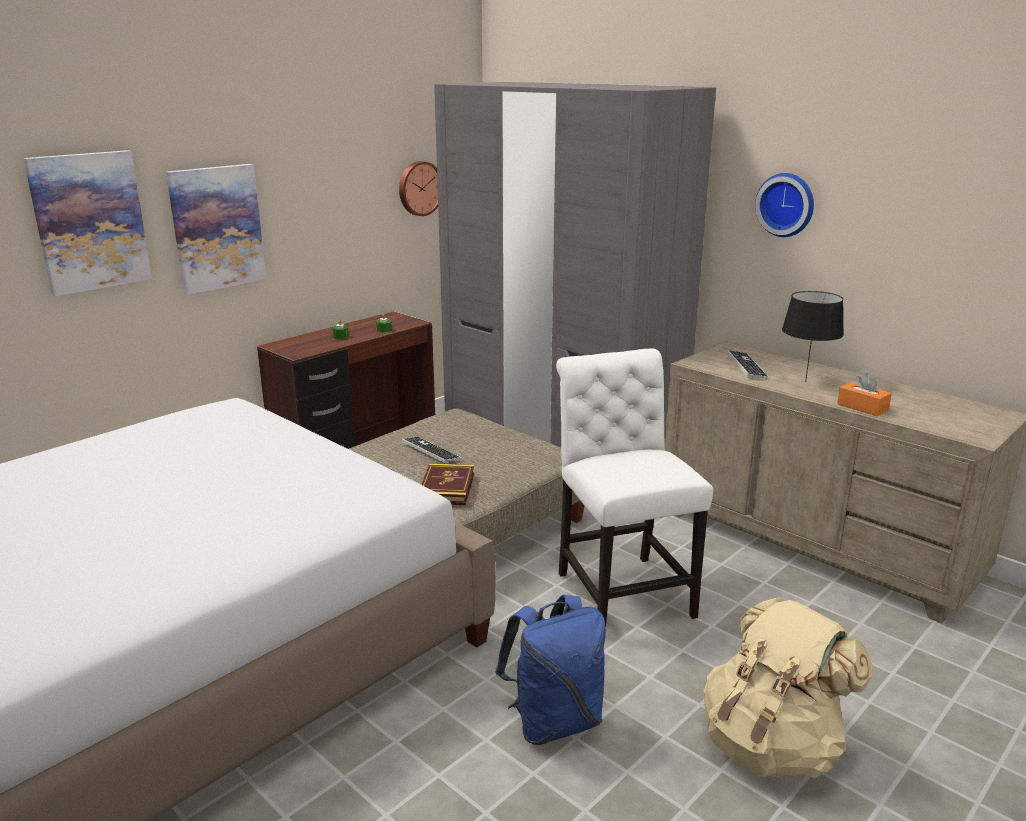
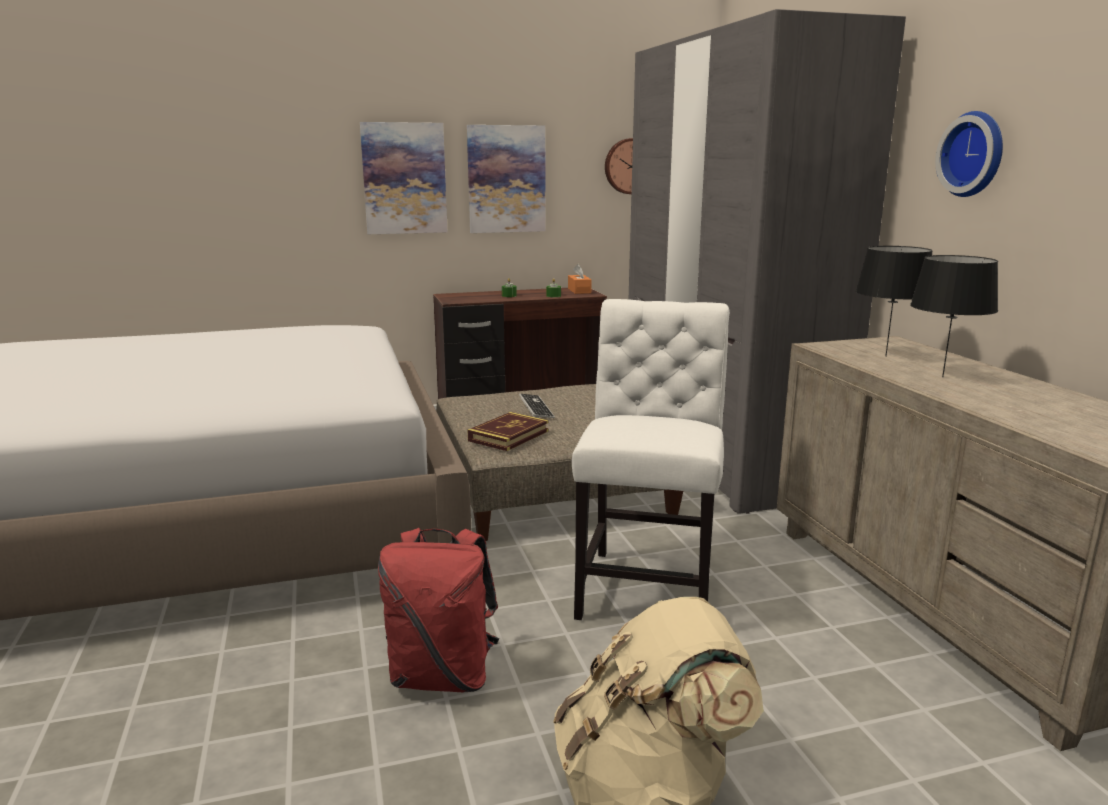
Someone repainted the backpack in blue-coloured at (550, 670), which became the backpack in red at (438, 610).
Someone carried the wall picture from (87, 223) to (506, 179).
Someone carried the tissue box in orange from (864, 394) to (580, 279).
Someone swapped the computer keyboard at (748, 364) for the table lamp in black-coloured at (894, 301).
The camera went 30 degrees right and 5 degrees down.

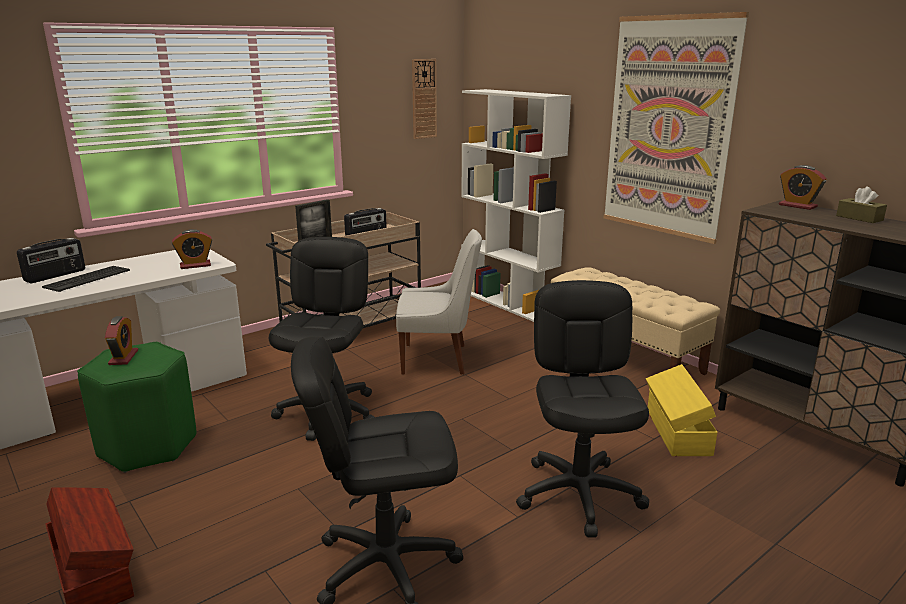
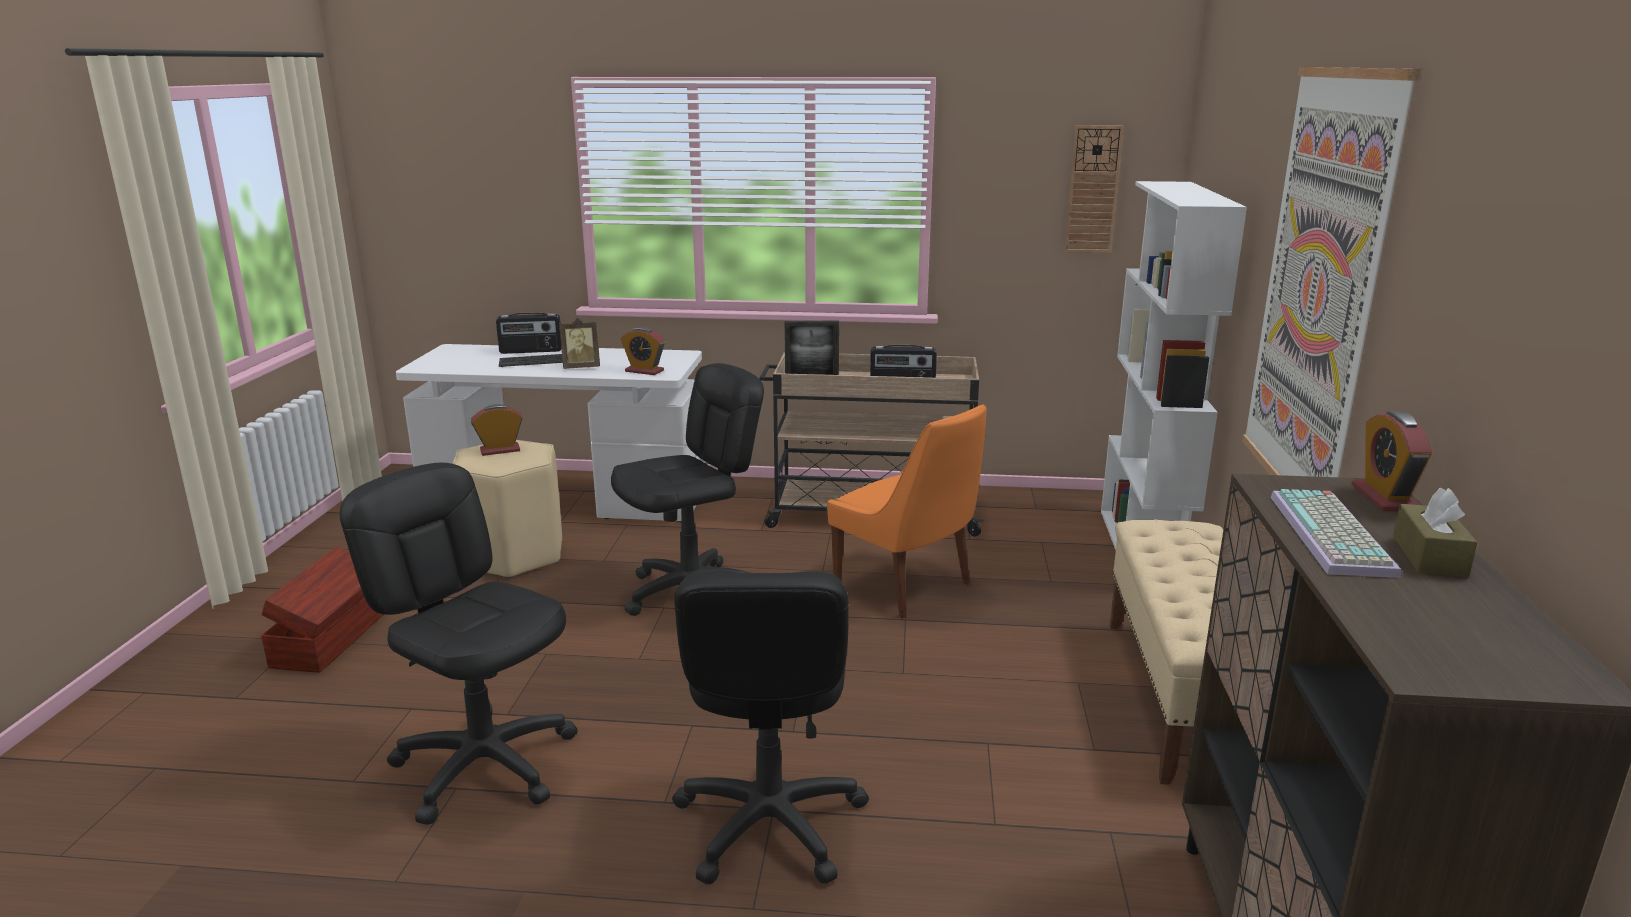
Someone repainted the stool in green at (136, 407), which became the stool in beige-coloured at (507, 509).
Someone rotated the bedside clock at (121, 340) by 150 degrees counterclockwise.
Someone put down the photo frame at (579, 343).
Someone rotated the office chair in black-coloured at (582, 409) by 135 degrees clockwise.
Someone repainted the chair in white-coloured at (439, 302), which became the chair in orange at (907, 511).
Someone put down the computer keyboard at (1335, 533).
Someone took away the storage box in yellow at (681, 410).
The camera went 45 degrees right and 0 degrees up.

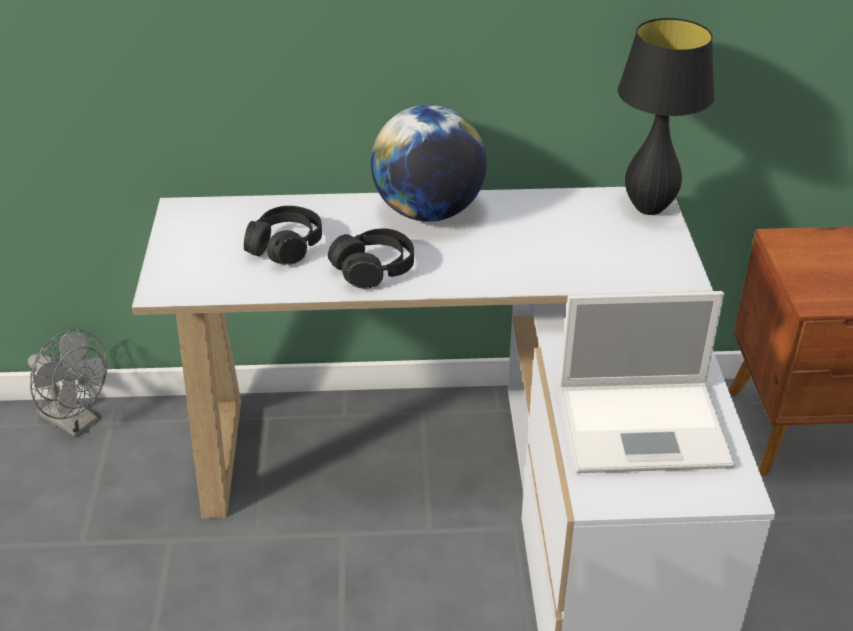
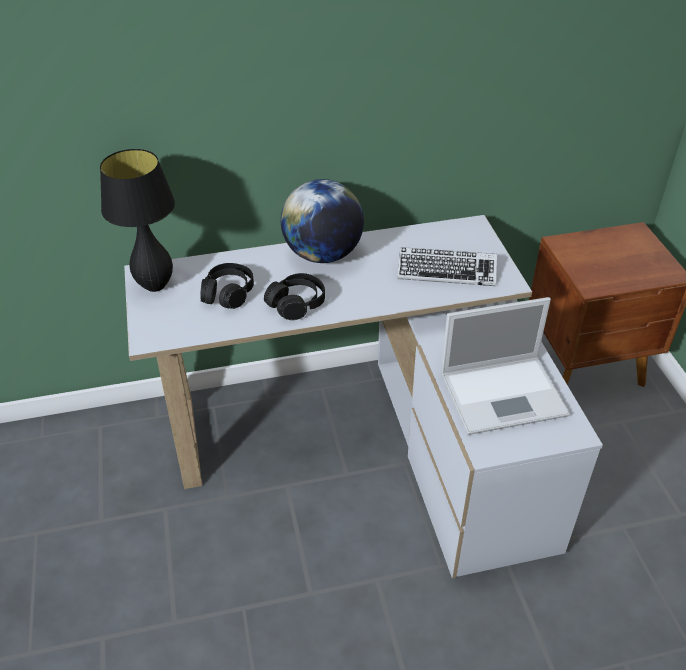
Someone carried the table lamp in black-coloured from (666, 116) to (137, 220).
Someone put down the computer keyboard at (447, 266).
Someone took away the electric fan in grey at (67, 383).
The camera went 10 degrees left and 5 degrees up.

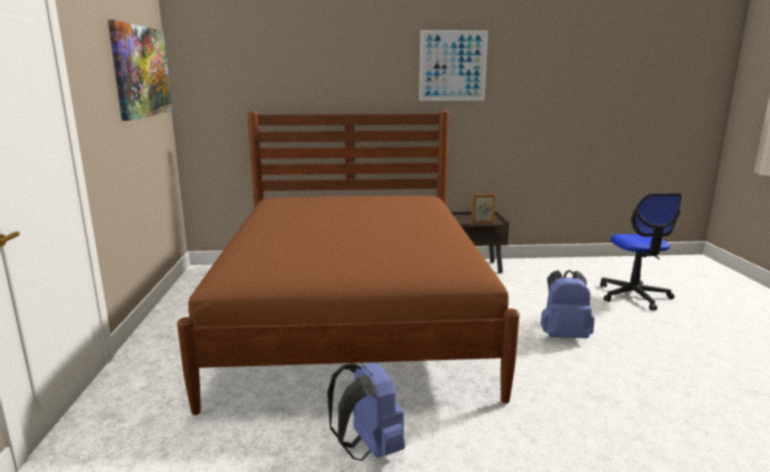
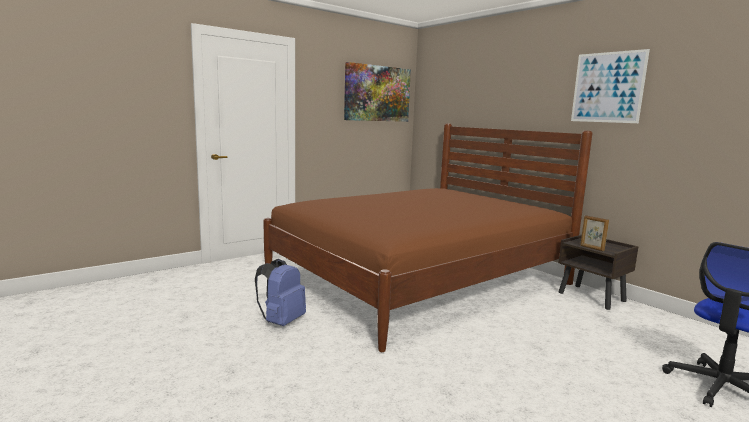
Someone took away the backpack in blue-coloured at (568, 304).
The camera went 55 degrees right and 5 degrees down.

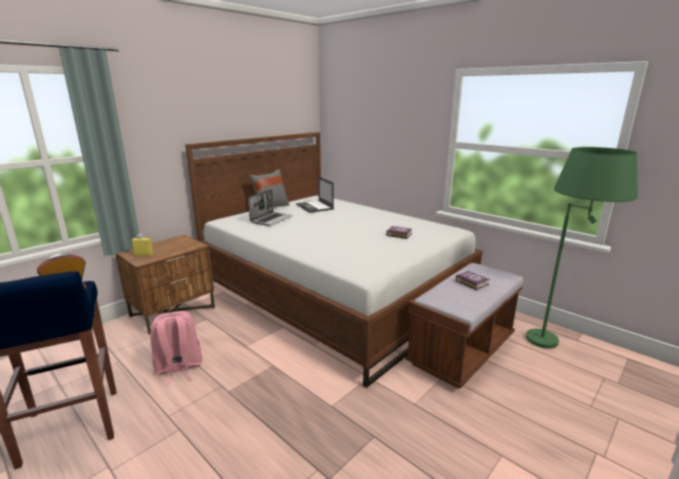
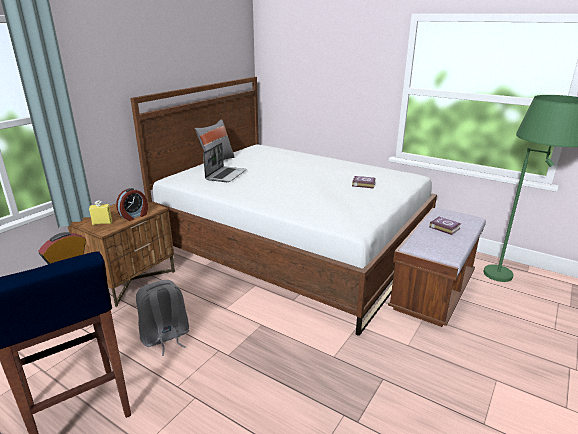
Someone put down the bedside clock at (132, 204).
Someone repainted the backpack in pink at (176, 348), which became the backpack in grey at (162, 318).
Someone took away the notebook computer at (315, 194).
The camera went 10 degrees left and 5 degrees up.

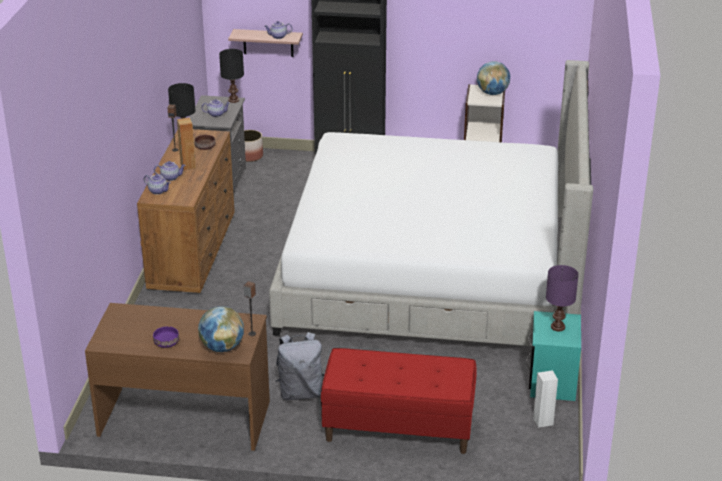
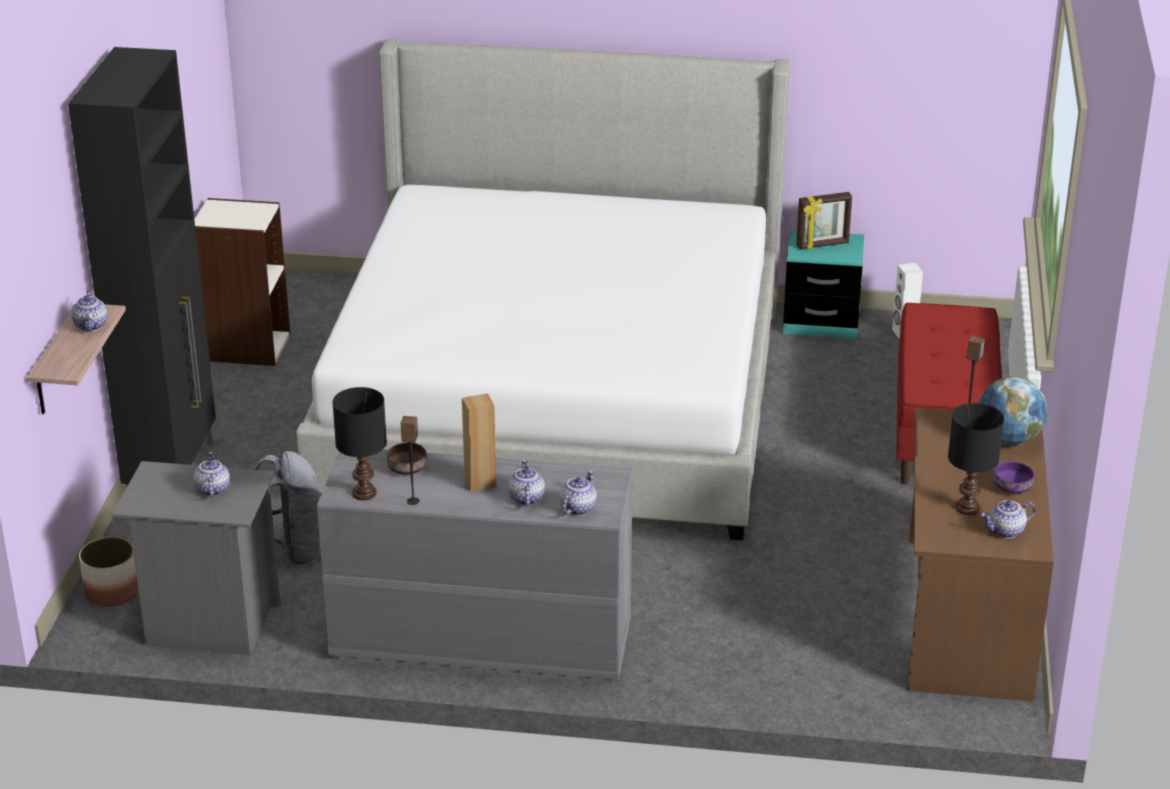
Someone carried the backpack in grey from (300, 366) to (287, 508).
Someone repainted the dresser in brownish at (186, 211), which became the dresser in grey at (475, 566).
Someone swapped the table lamp in purplish at (562, 298) for the photo frame at (824, 220).
Someone carried the table lamp in black-coloured from (231, 76) to (976, 459).
Someone put down the tea pot at (1008, 519).
Someone took away the globe at (493, 78).
The camera went 90 degrees left and 0 degrees up.

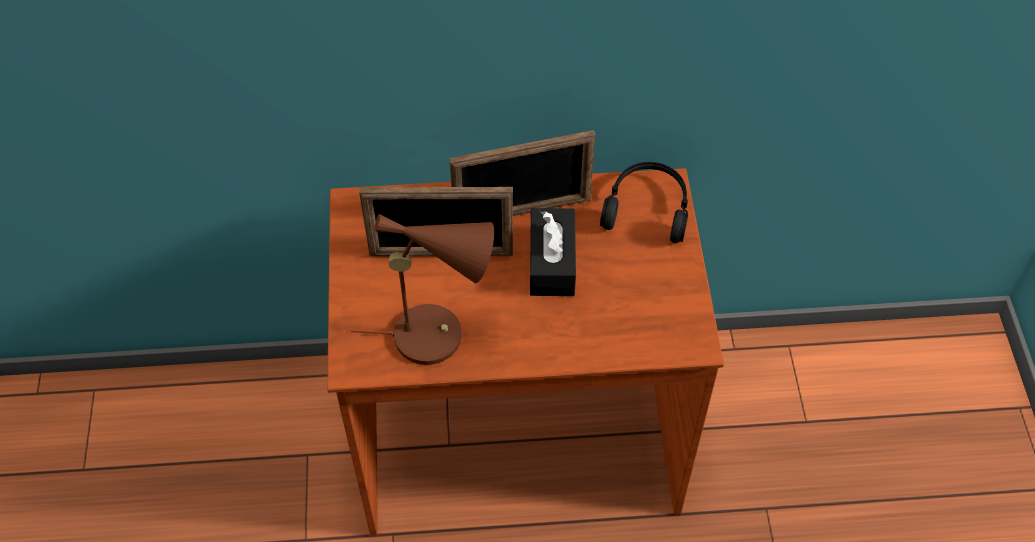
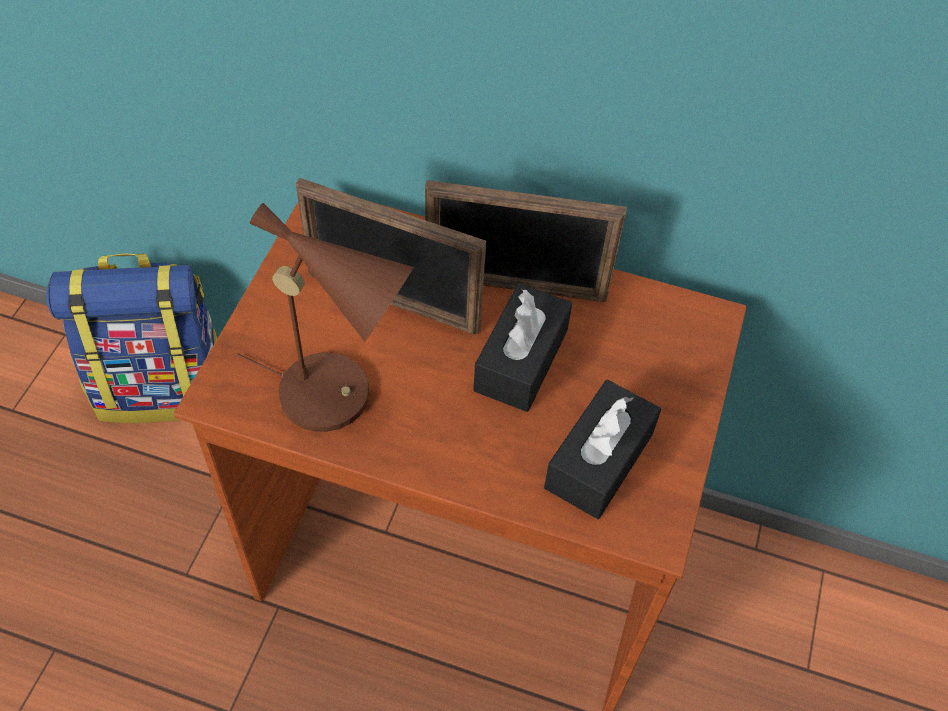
Someone put down the backpack at (131, 338).
Someone put down the tissue box in black-coloured at (602, 449).
Someone took away the headset in black-coloured at (644, 202).
The camera went 20 degrees right and 0 degrees up.

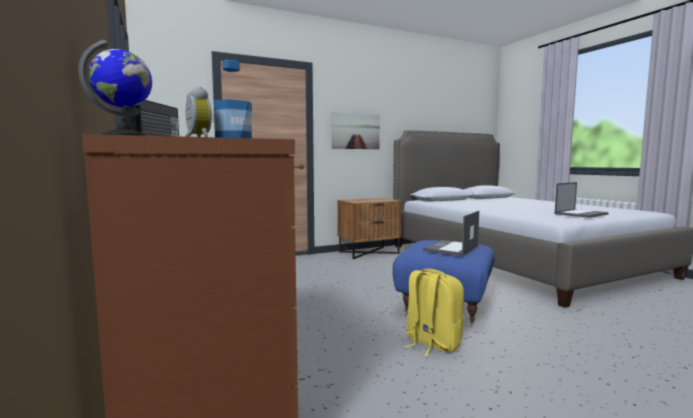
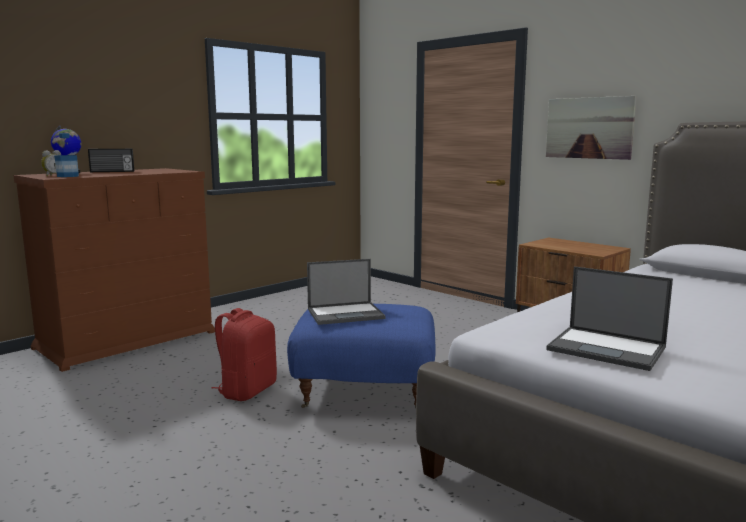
Someone repainted the backpack in yellow at (433, 313), which became the backpack in red at (244, 354).
Someone rotated the notebook computer at (451, 233) by 150 degrees clockwise.
The camera went 70 degrees right and 5 degrees up.

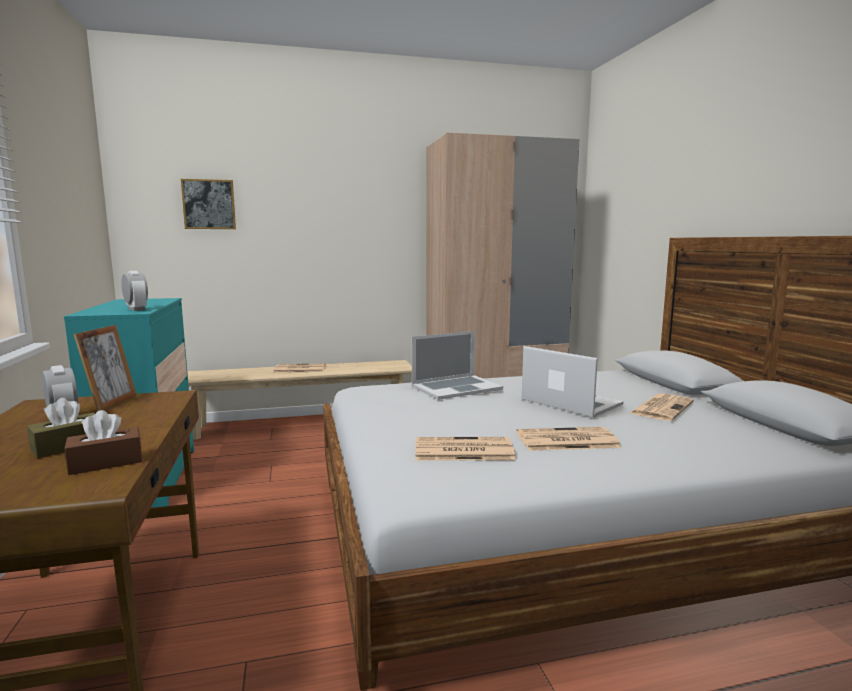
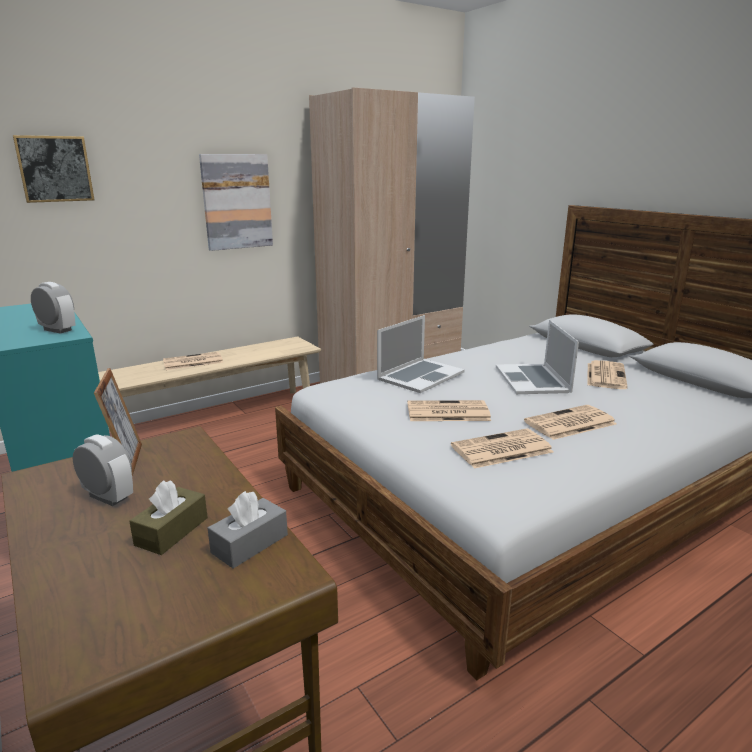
Someone put up the wall picture at (236, 202).
Someone repainted the tissue box in brownish at (103, 442), which became the tissue box in grey at (248, 530).
Someone put down the printed paper at (449, 410).
Someone rotated the notebook computer at (572, 381) by 120 degrees counterclockwise.
The camera went 20 degrees left and 10 degrees up.

